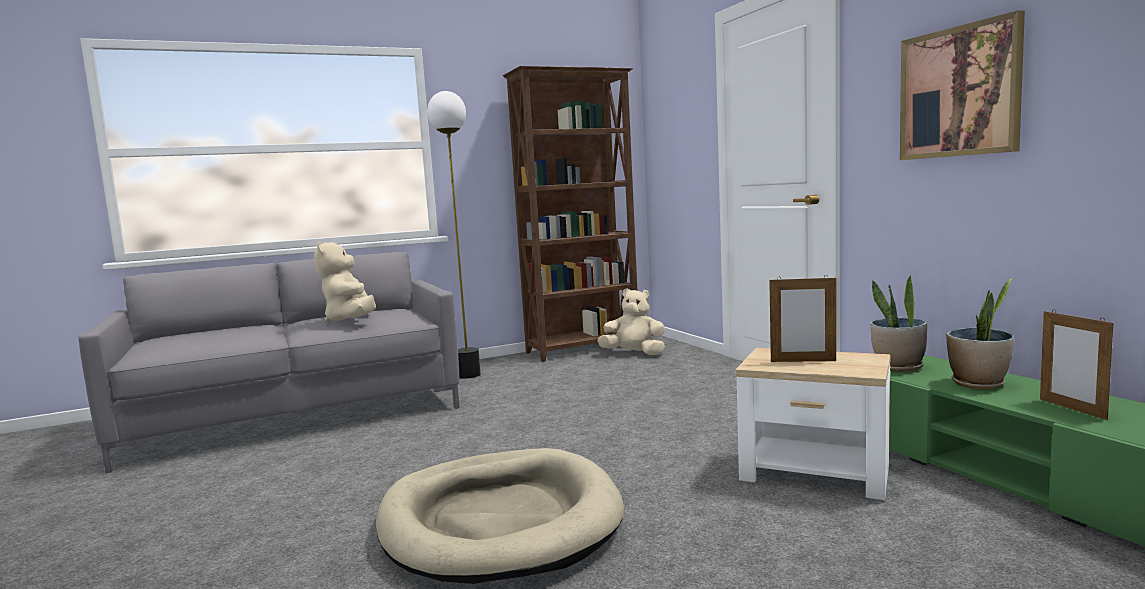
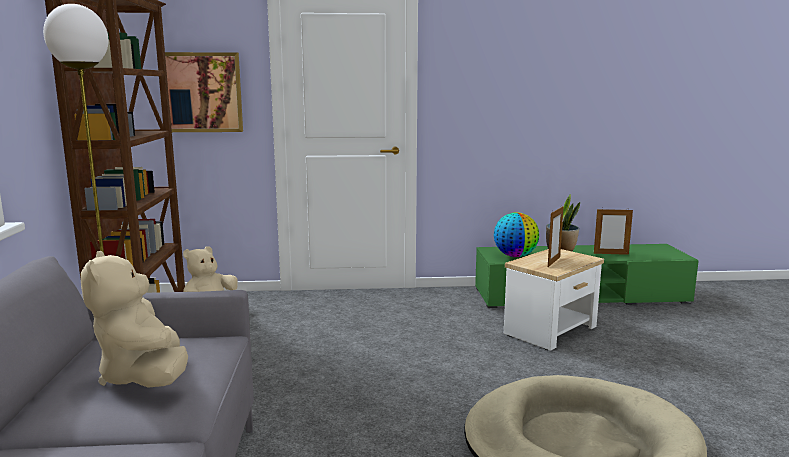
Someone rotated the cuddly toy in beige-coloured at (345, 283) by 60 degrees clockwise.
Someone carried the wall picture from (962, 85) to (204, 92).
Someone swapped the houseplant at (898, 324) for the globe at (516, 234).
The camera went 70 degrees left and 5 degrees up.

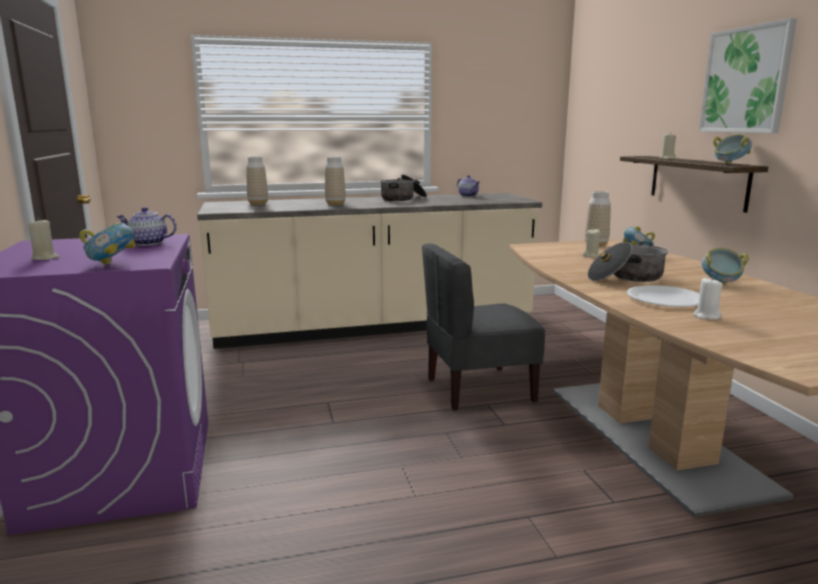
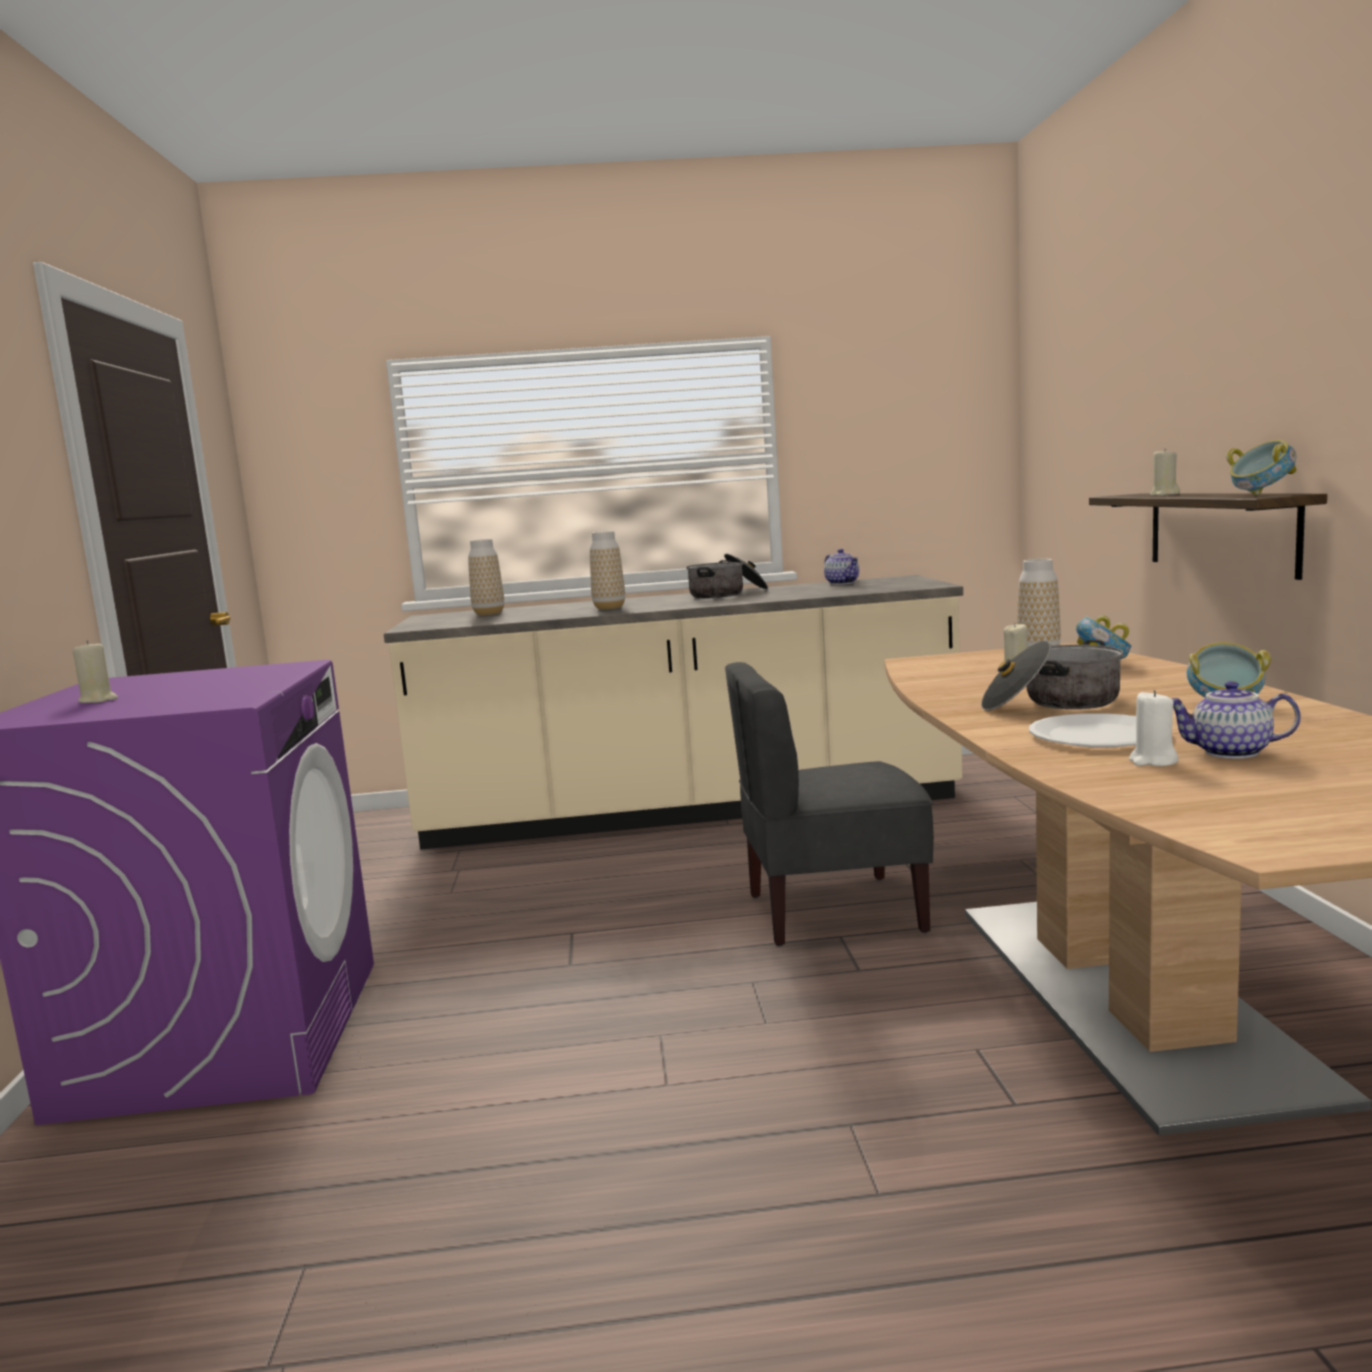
Someone carried the tea pot from (146, 226) to (1236, 720).
Someone took away the deep dish at (107, 244).
Someone took away the wall picture at (748, 75).
The camera went 10 degrees right and 5 degrees down.

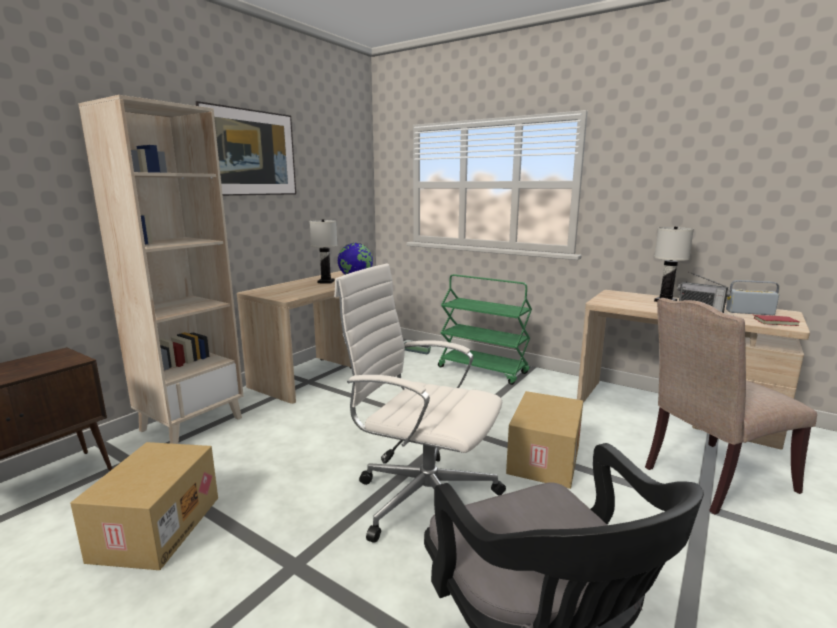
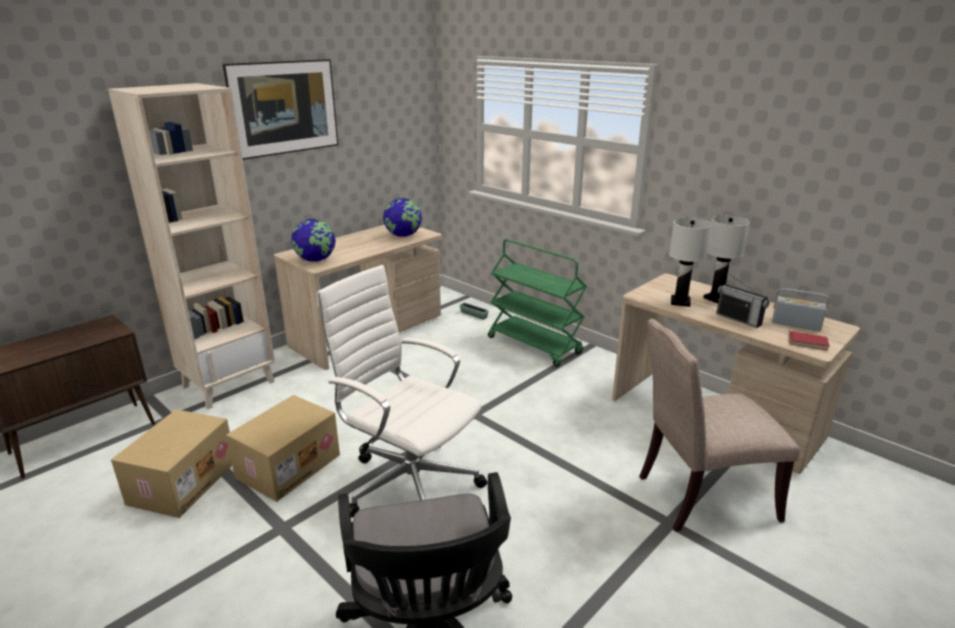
Someone carried the cardboard box from (544, 440) to (283, 448).
Someone put down the globe at (313, 240).
Someone carried the table lamp in white-coloured from (323, 251) to (690, 262).
The camera went 10 degrees right and 10 degrees up.

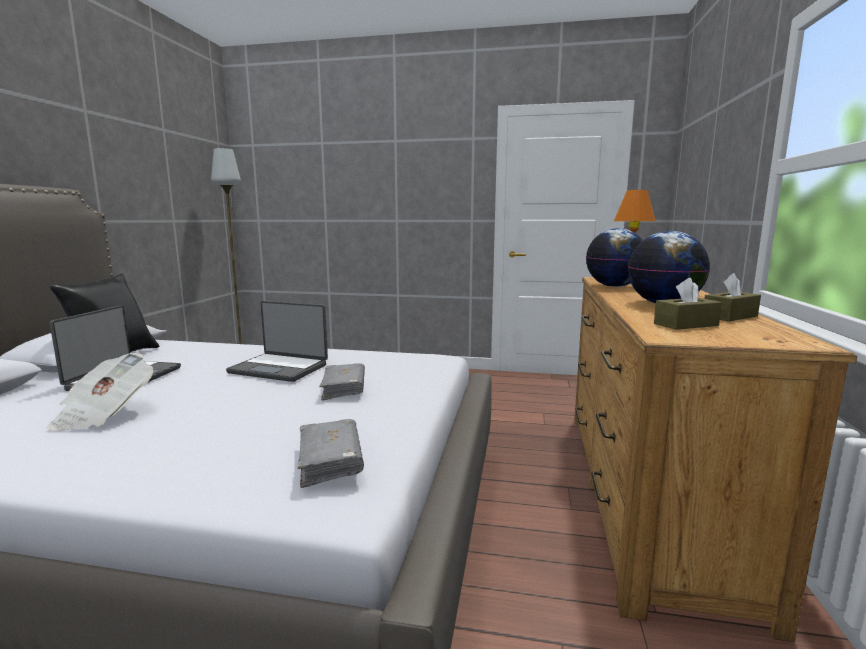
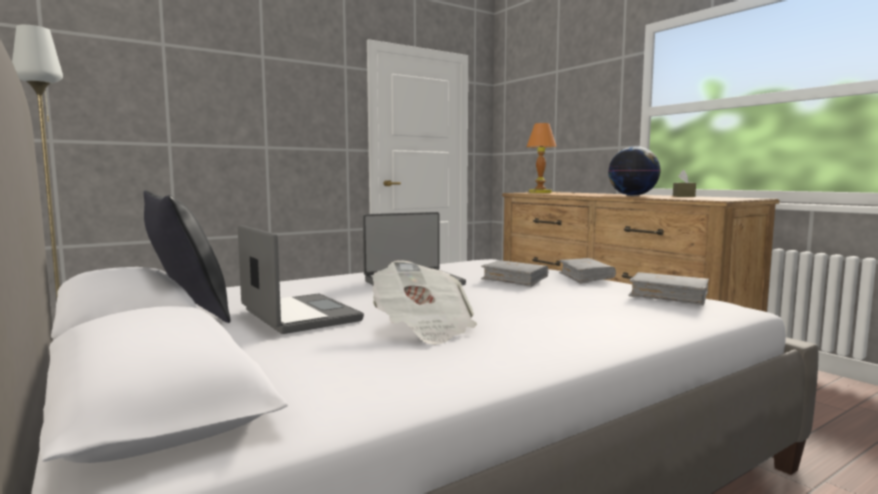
Someone put down the bound book in grey at (587, 271).
Someone took away the globe at (614, 257).
Someone took away the tissue box in brownish at (688, 304).
The camera went 45 degrees left and 5 degrees down.

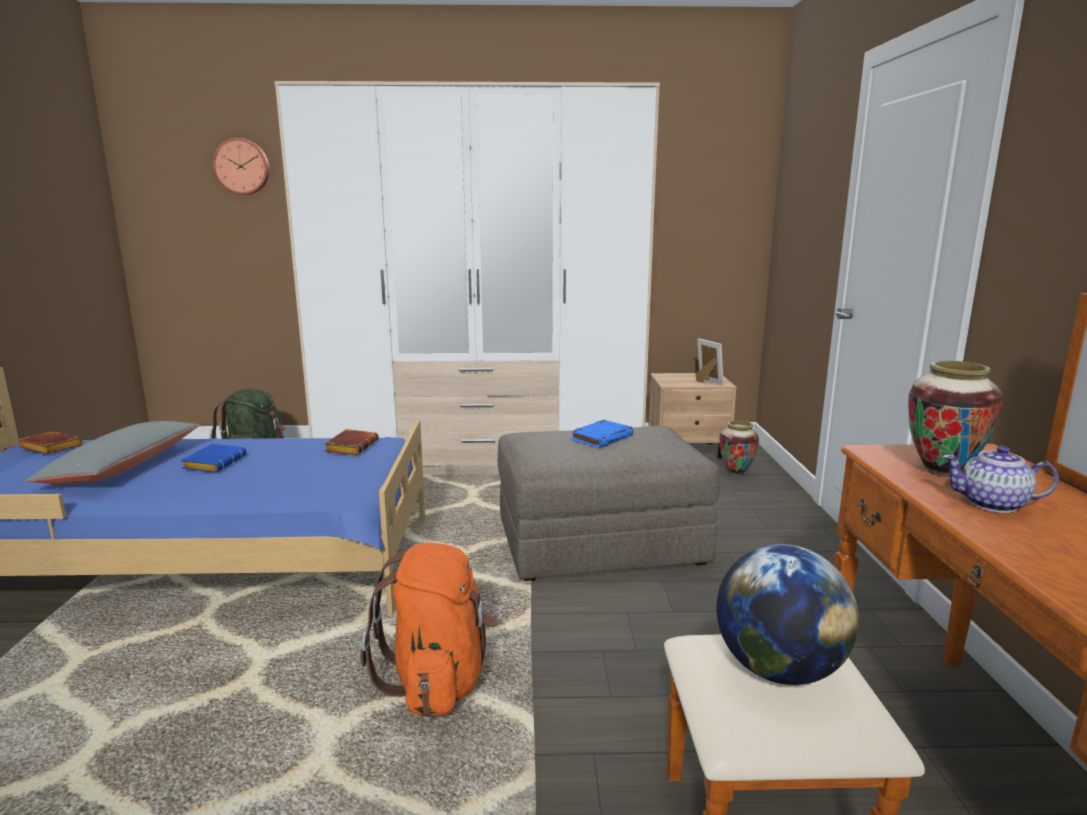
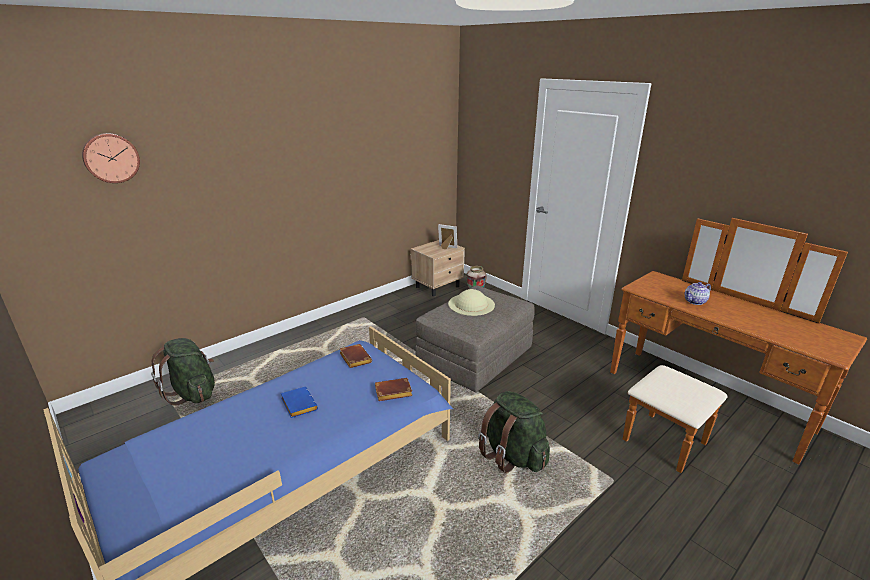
Someone carried the bound book in brownish from (50, 443) to (393, 389).
Someone swapped the bound book in blue-coloured at (602, 434) for the hat in beige-coloured at (471, 302).
Someone repainted the backpack in orange at (429, 630), which became the backpack in green at (514, 432).
Someone took away the pillow in grey at (112, 452).
Someone took away the armoire at (467, 278).
Someone took away the globe at (788, 614).
Someone took away the vase at (955, 419).
The camera went 40 degrees left and 10 degrees up.

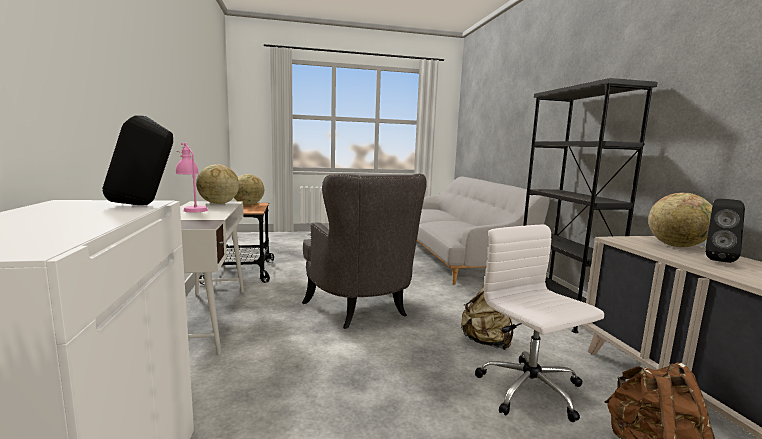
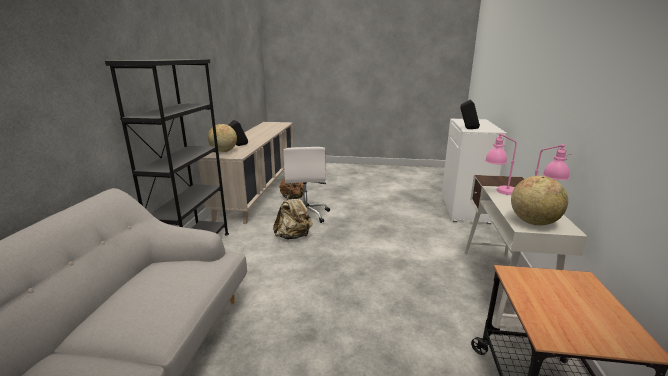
Someone put down the table lamp in pink at (501, 164).
Someone took away the globe at (249, 189).
Someone took away the armchair in grey at (364, 251).
The camera went 160 degrees left and 10 degrees up.

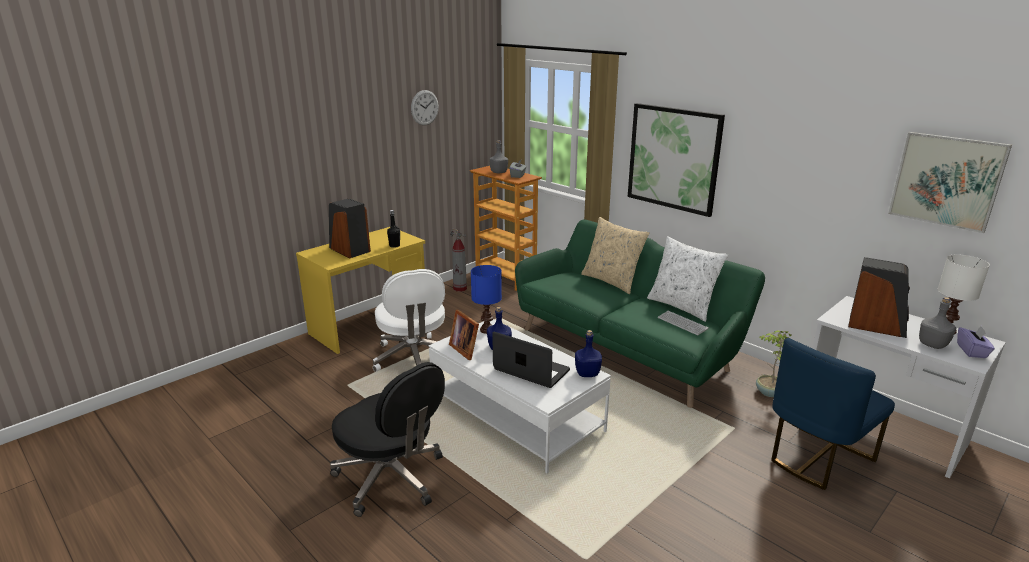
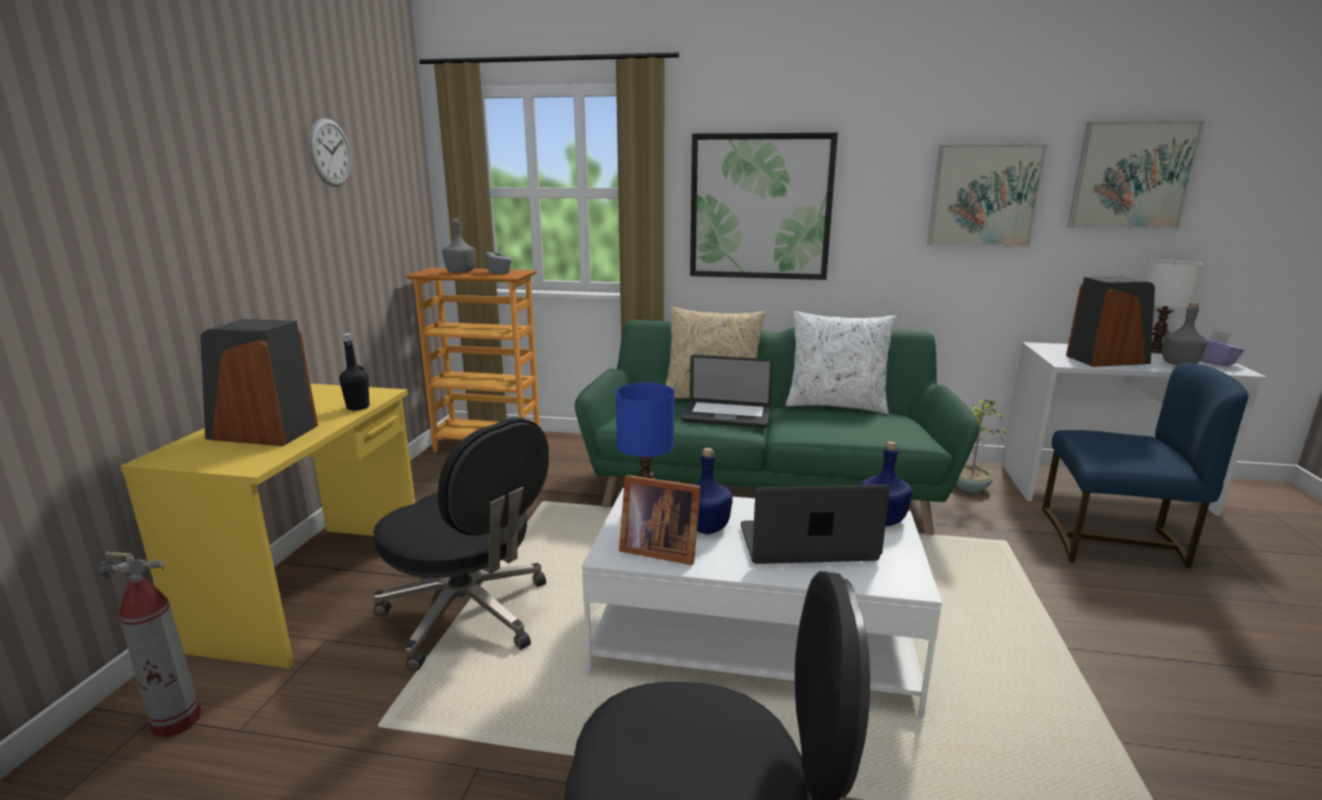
Someone carried the extinguisher from (458, 260) to (150, 644).
Someone repainted the office chair in white-coloured at (409, 320), which became the office chair in black-coloured at (461, 544).
Someone put down the notebook computer at (728, 391).
Someone put up the wall picture at (987, 195).
Someone rotated the chair in blue-coloured at (833, 414) by 90 degrees counterclockwise.
Someone took away the computer keyboard at (683, 323).
The camera went 35 degrees left and 5 degrees down.

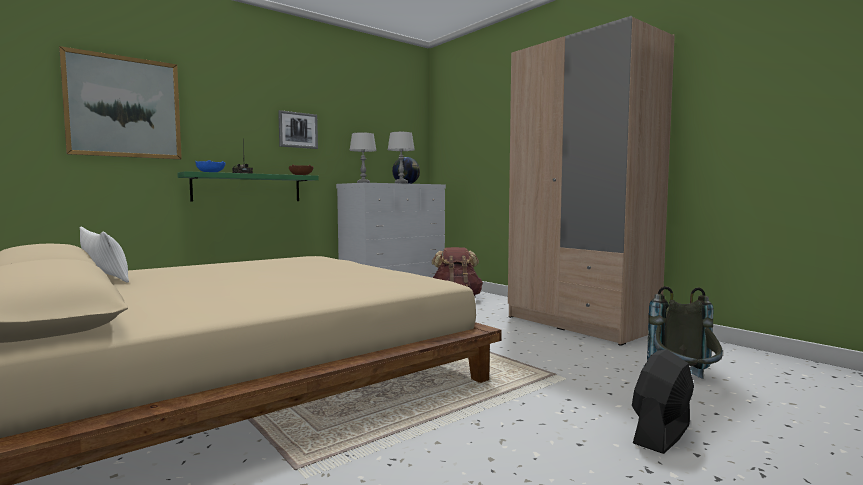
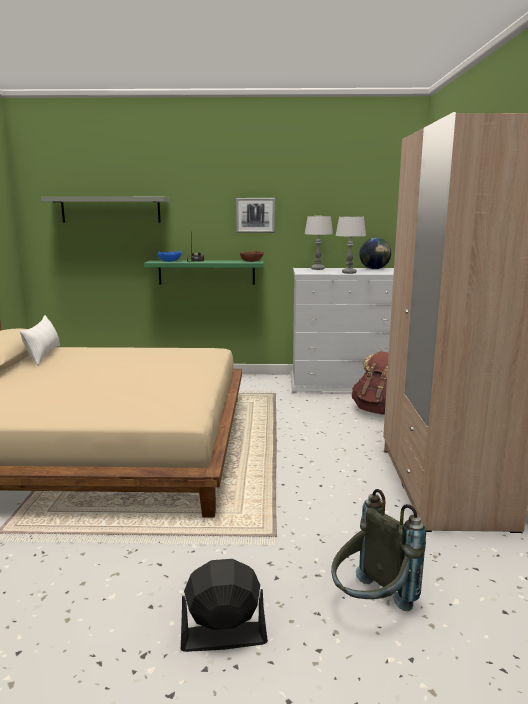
Someone swapped the wall picture at (120, 102) for the wall shelf in grey at (105, 209).
The camera went 40 degrees right and 10 degrees up.

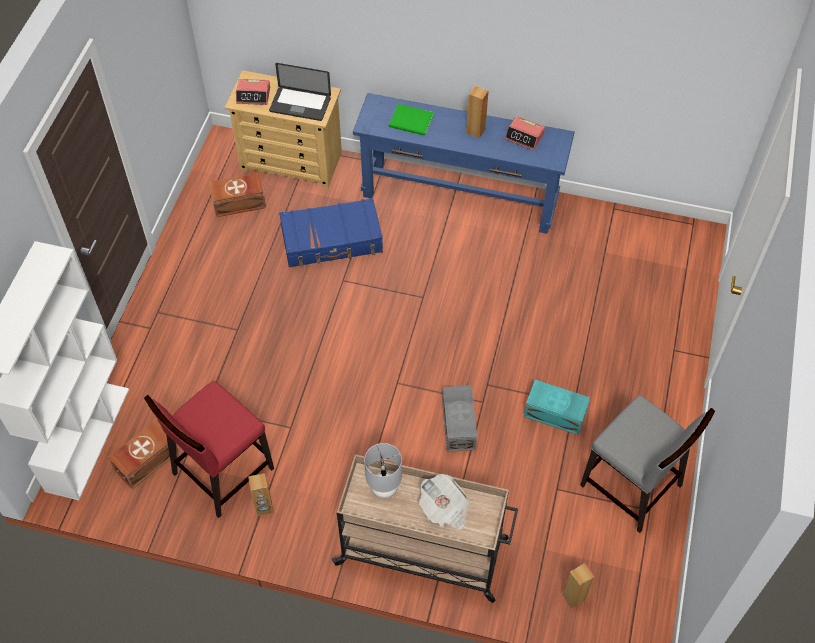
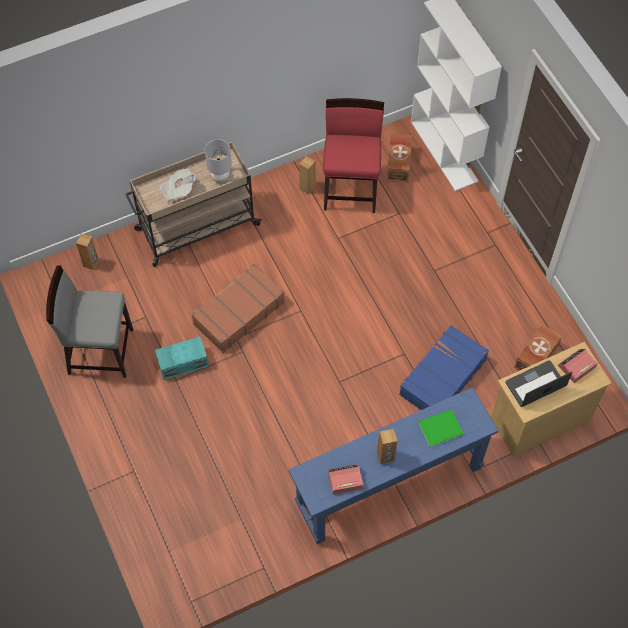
Someone swapped the storage box in grey at (459, 418) for the piece of luggage in brownish at (238, 308).
The camera went 140 degrees right and 5 degrees up.

